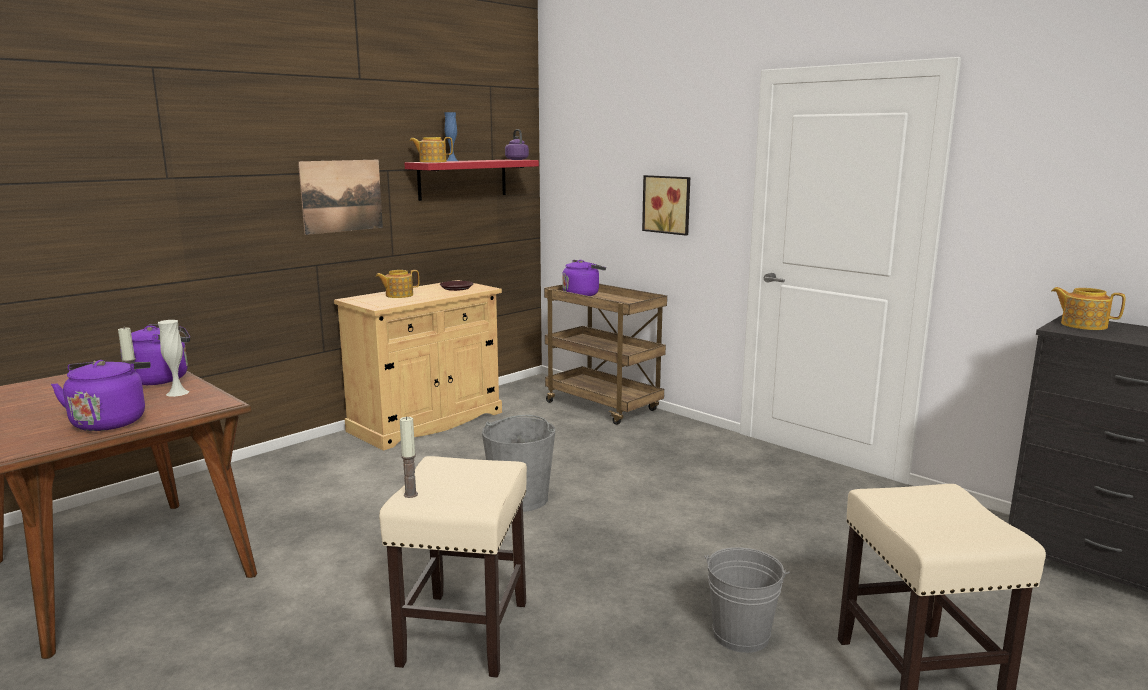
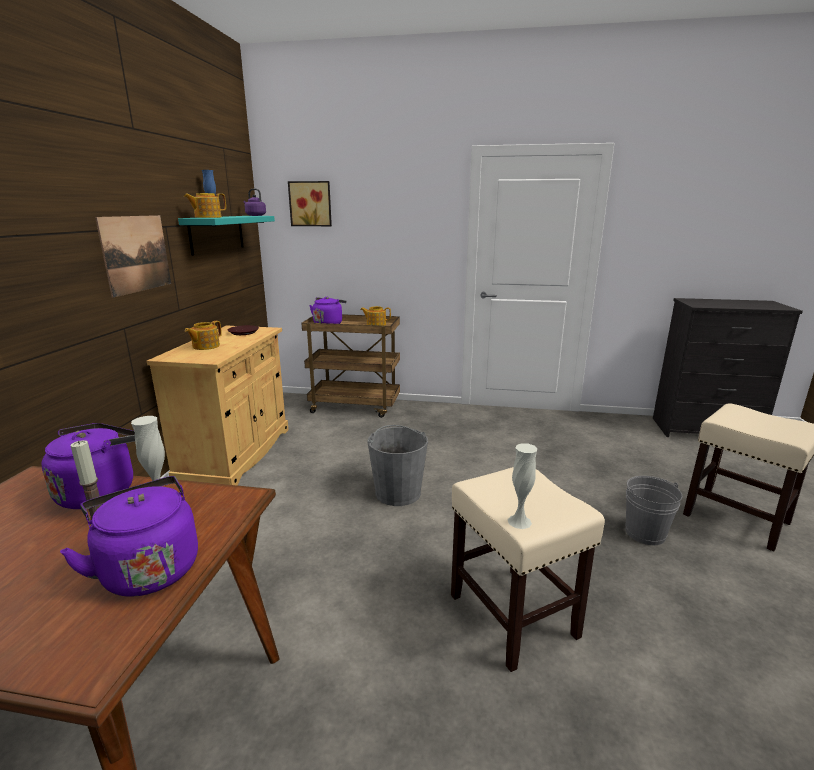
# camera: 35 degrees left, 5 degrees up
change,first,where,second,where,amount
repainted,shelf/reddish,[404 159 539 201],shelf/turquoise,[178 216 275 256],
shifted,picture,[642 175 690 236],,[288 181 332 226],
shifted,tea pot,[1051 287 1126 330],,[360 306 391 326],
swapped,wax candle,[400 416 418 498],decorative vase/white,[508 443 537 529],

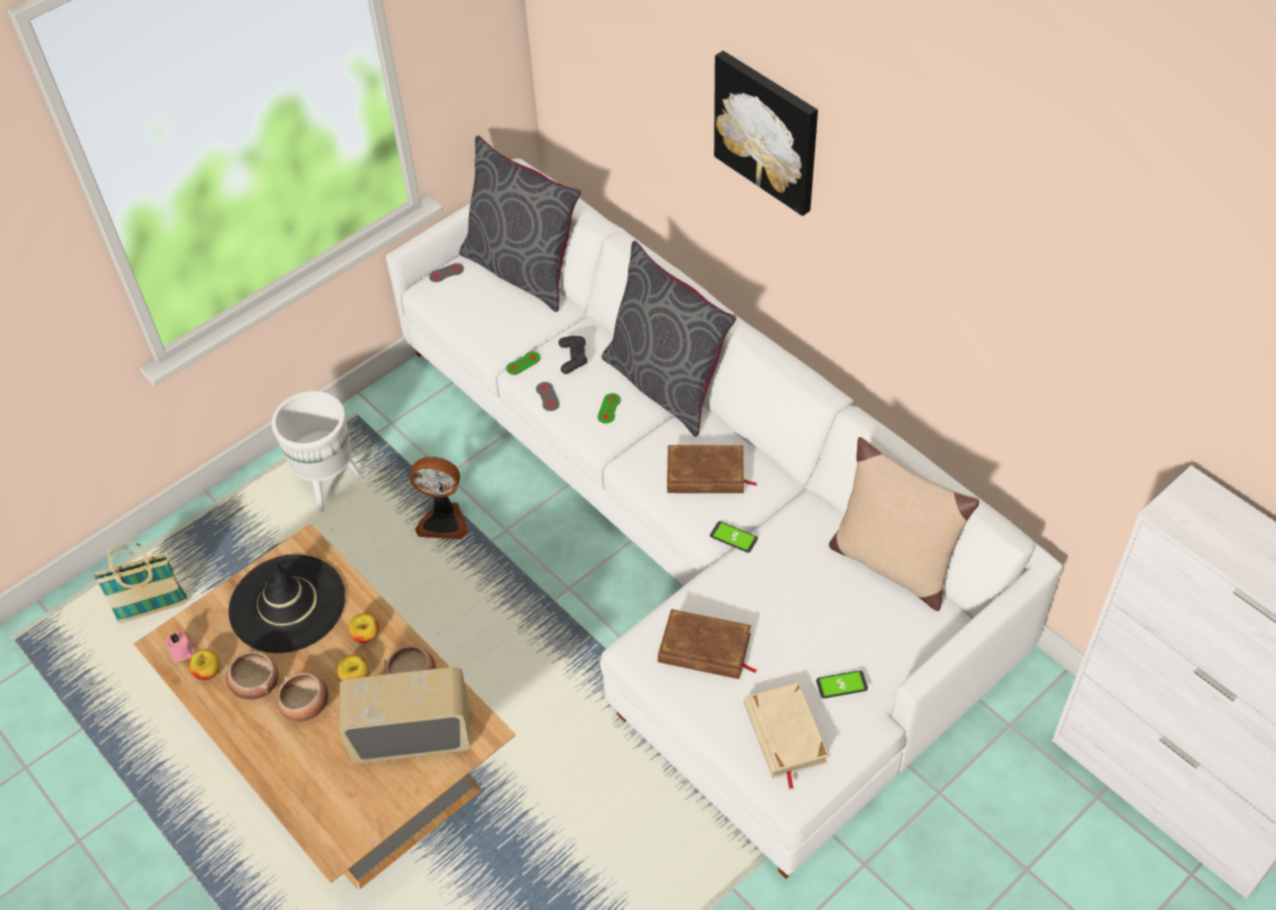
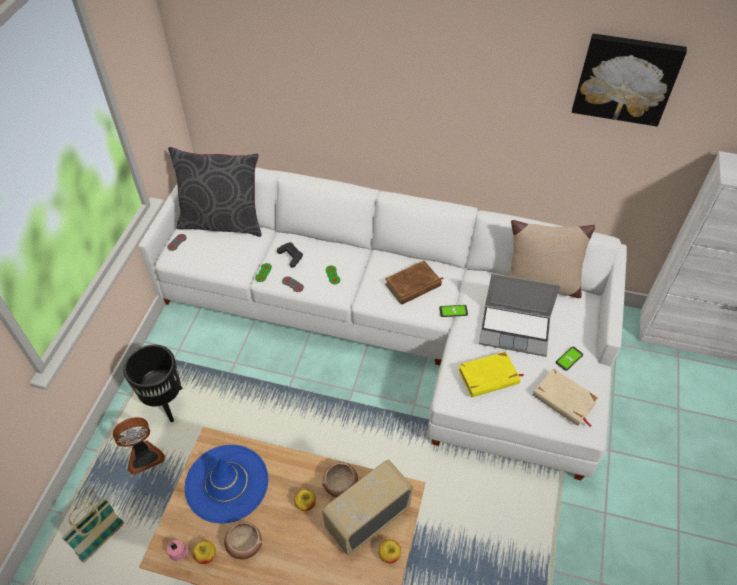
# camera: 35 degrees left, 0 degrees up
change,first,where,second,where,amount
shifted,electric fan,[410 457 468 539],,[113 417 165 475],
repainted,planter/white,[272 391 362 512],planter/black-coloured,[123 344 182 422],
repainted,wearable hat/black-coloured,[228 554 345 653],wearable hat/blue,[185 445 268 524],
shifted,apple fruit,[349 613 379 643],,[378 539 401 563],
repainted,volume/brown,[658 609 757 679],volume/yellow,[458 351 524 398],
new,,,portable computer,[479 273 561 357],
shifted,picture,[714 51 818 216],,[572 34 687 126],
gone,serving bowl,[277 672 328 722],,,
gone,cushion/grey,[602 241 736 437],,,

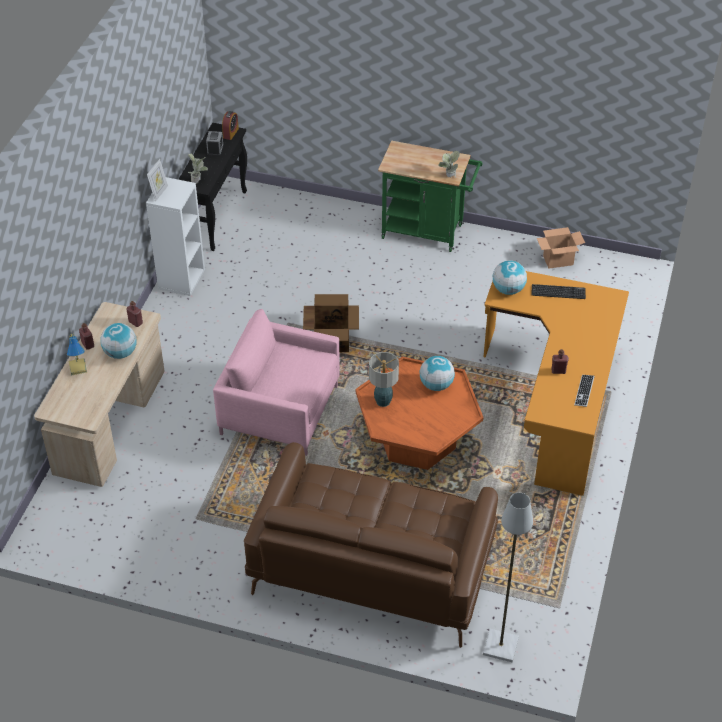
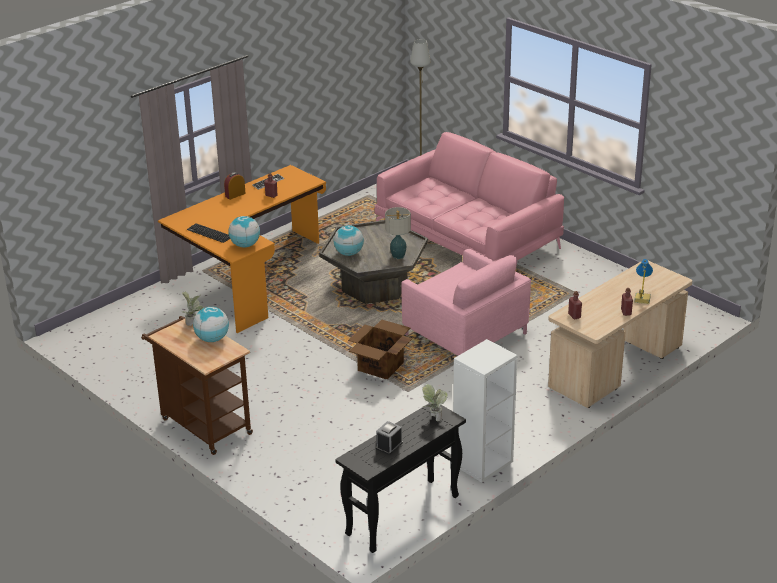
# camera: 150 degrees left, 15 degrees down
change,first,where,second,where,amount
repainted,cart/greenish,[378 141 483 252],cart/brown,[141 316 253 455],
shifted,desk globe,[100 323 137 359],,[193 307 229 342],
shifted,table clock,[222 111 239 140],,[224 172 246 200],
repainted,low table/orangey,[356 356 484 470],low table/grey,[319 220 428 304],
repainted,couch/brown,[244 442 498 648],couch/pinkish,[374 132 564 261],
gone,picture frame,[147 159 168 202],,,
gone,carton,[537 227 585 269],,,

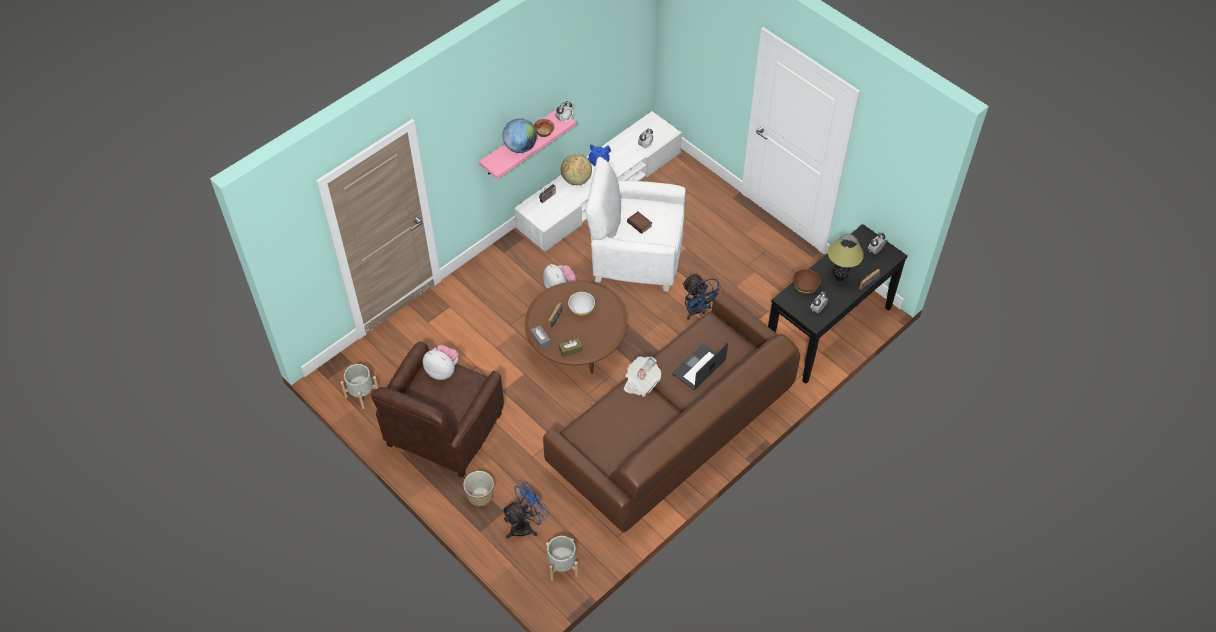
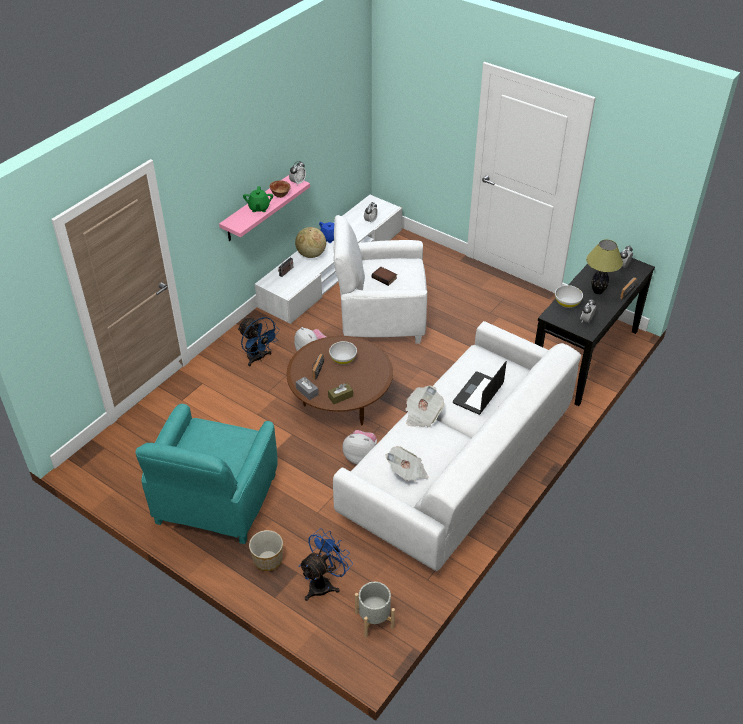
# camera: 10 degrees left, 10 degrees down
change,first,where,second,where,amount
repainted,lounge chair/brown,[371 341 504 478],lounge chair/turquoise,[135 404 277 544],
shifted,electric fan/blue,[682 274 724 320],,[238 317 280 367],
swapped,desk globe,[503 119 537 153],tea pot/greenish,[243 186 273 212],
repainted,couch/brown,[543 291 800 532],couch/white,[333 321 581 571],
shifted,cuddly toy,[423 345 459 380],,[342 430 377 464],
new,,,newspaper,[386 446 428 481],
repainted,serving bowl/brown,[793 269 821 293],serving bowl/white,[555 285 583 308],
gone,planter/grey,[340 364 379 409],,,

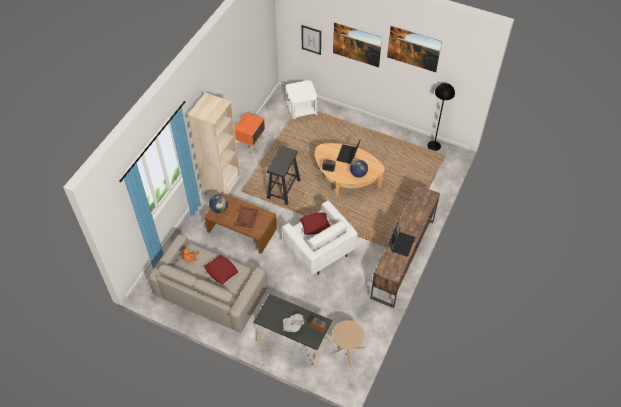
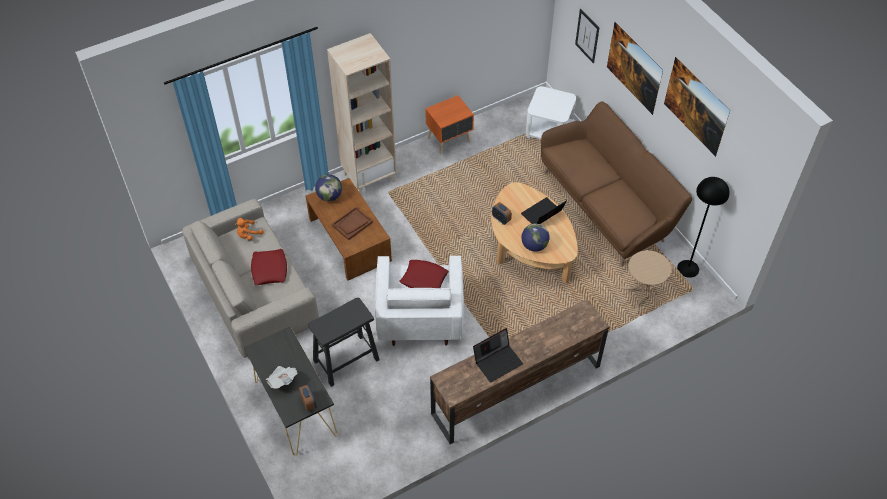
# camera: 35 degrees right, 0 degrees up
change,first,where,second,where,amount
shifted,stool seat/black-coloured,[267 146 300 205],,[308 298 380 387],
new,,,couch/brown,[541 101 692 266],
shifted,side table/beige-coloured,[329 320 365 368],,[620 250 671 313],

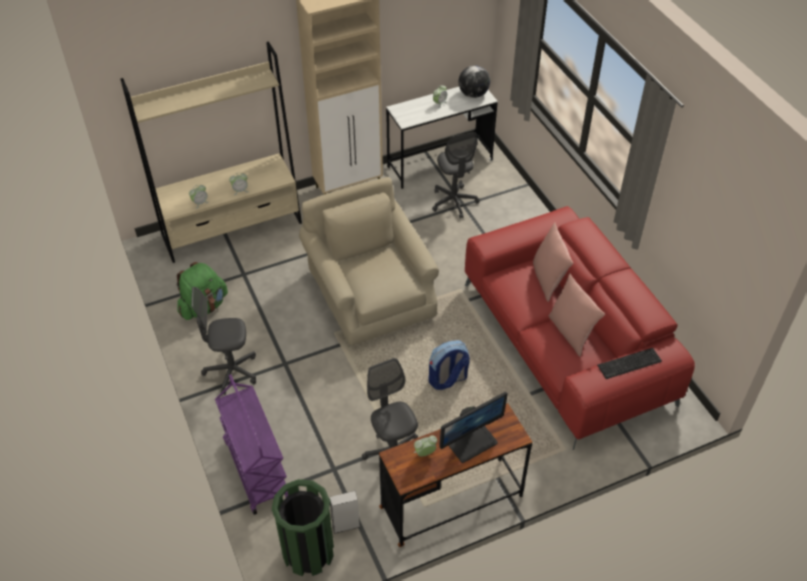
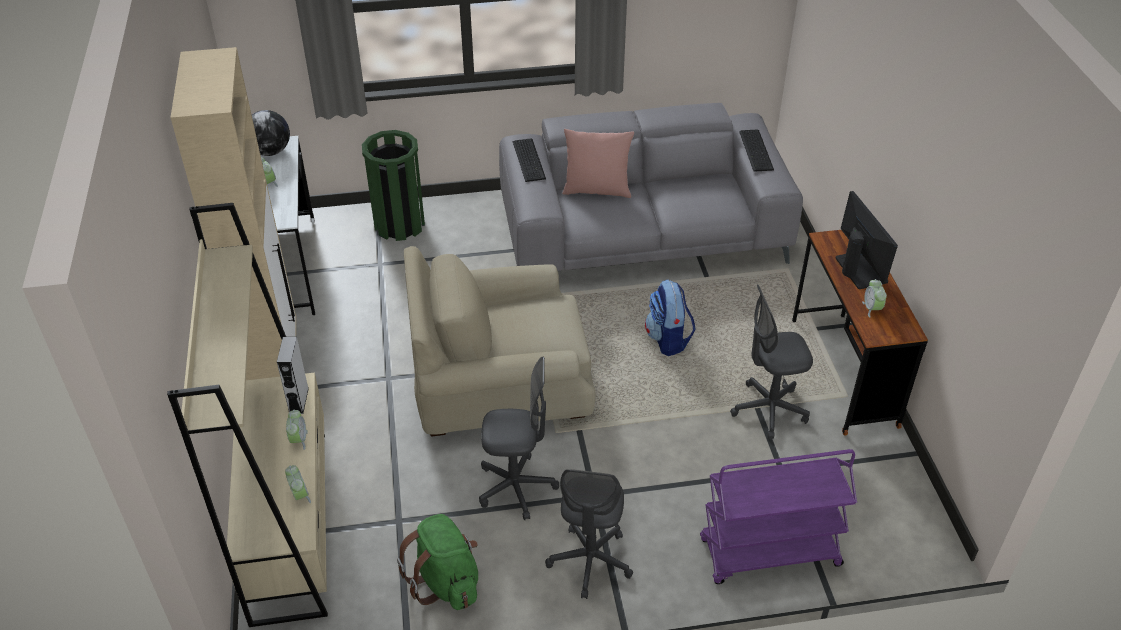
# camera: 75 degrees left, 5 degrees down
change,first,where,second,where,amount
shifted,loudspeaker/grey,[330 491 360 534],,[277 337 309 414],
shifted,trash can/greenish,[272 479 334 576],,[362 130 425 241],
shifted,office chair/grey,[432 132 480 219],,[479 357 559 520],
repainted,couch/reddish,[465 206 695 450],couch/grey,[499 103 803 271],
new,,,PC keyboard,[513 138 546 182],
gone,cushion/pinkish,[549 274 605 357],,,

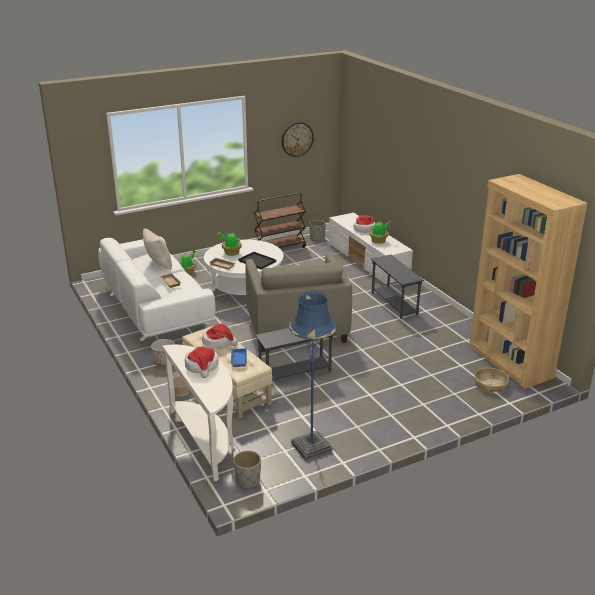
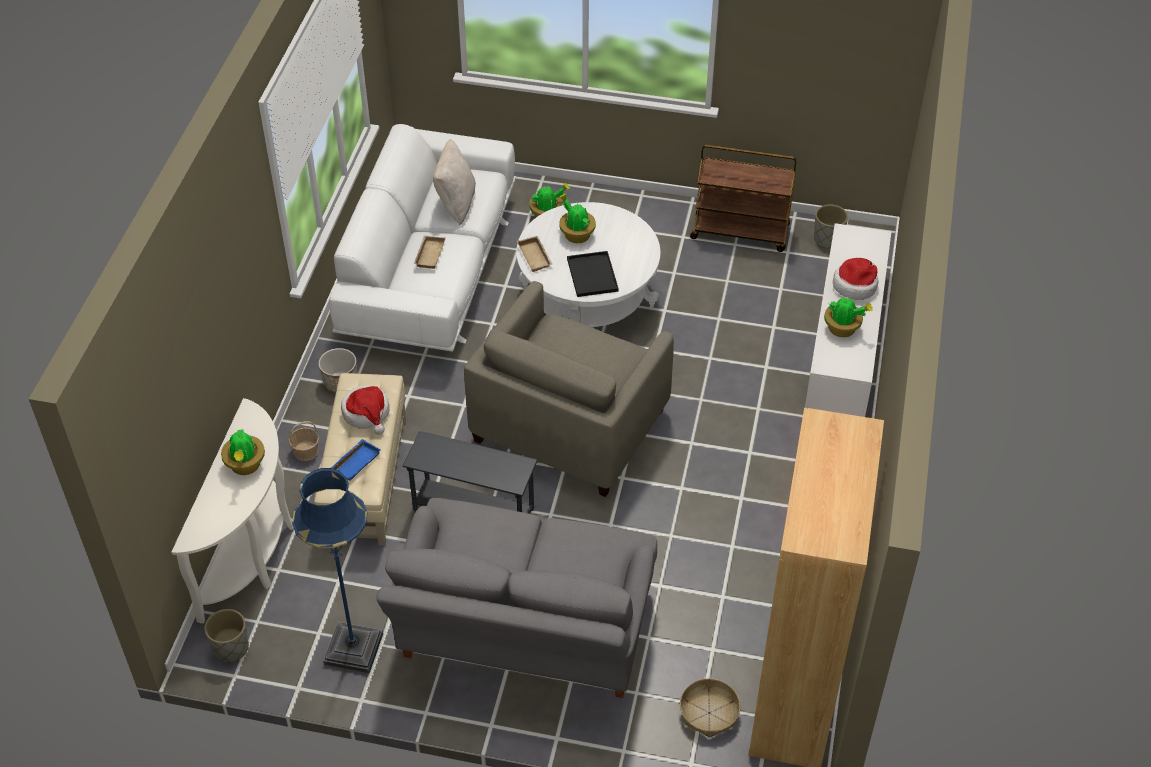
# camera: 40 degrees right, 20 degrees up
change,first,where,second,where,amount
swapped,wearable hat,[185 347 219 378],plant in a pot,[221 430 265 475],
new,,,couch/grey,[376 498 657 698],
gone,clock on the wall,[282 122 314 157],,,
gone,side table/grey,[371 255 424 319],,,

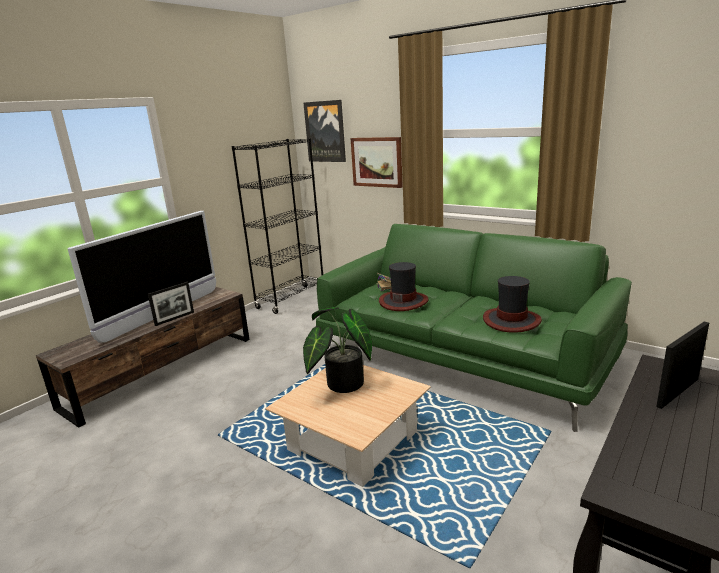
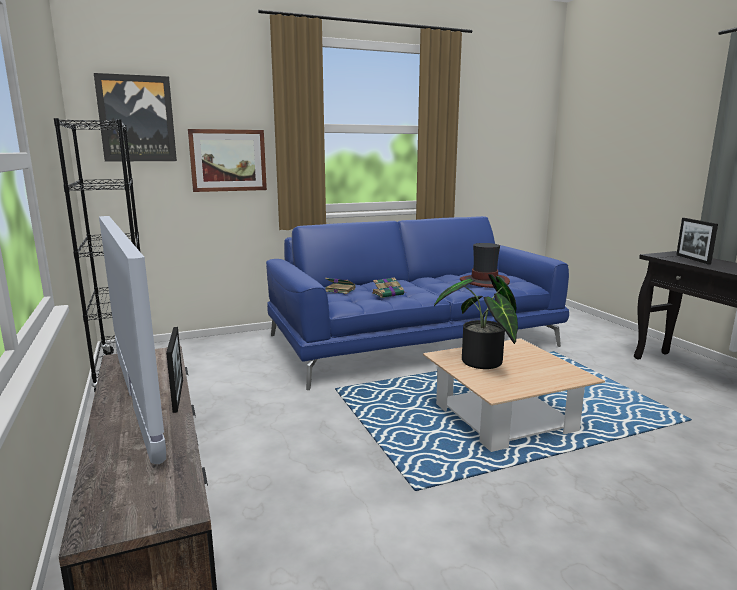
# camera: 60 degrees left, 5 degrees down
change,first,where,second,where,amount
repainted,couch/greenish,[316 224 632 432],couch/blue,[266 216 569 390],
swapped,wearable hat,[379 262 429 311],volume,[372 277 404 298],

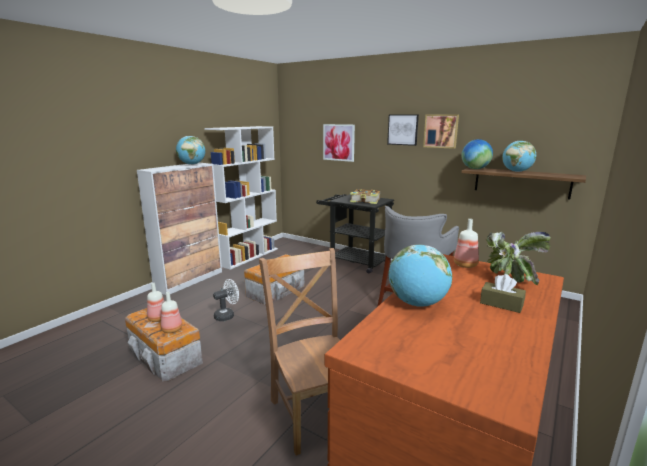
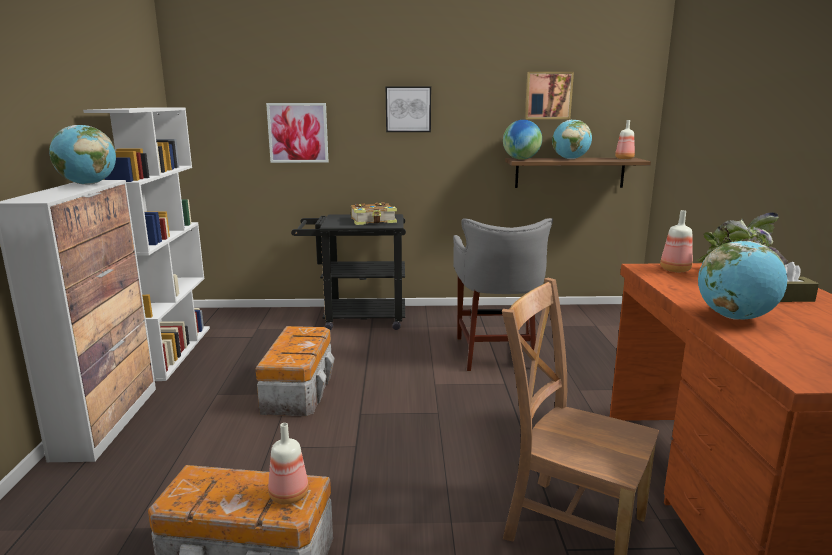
# camera: 35 degrees left, 0 degrees up
change,first,where,second,where,amount
shifted,picture,[423 115 459 149],,[525 72 574 119],
shifted,beverage bottle,[147 283 164 322],,[615 120 635 159],
gone,electric fan/white,[213 279 239 321],,,

